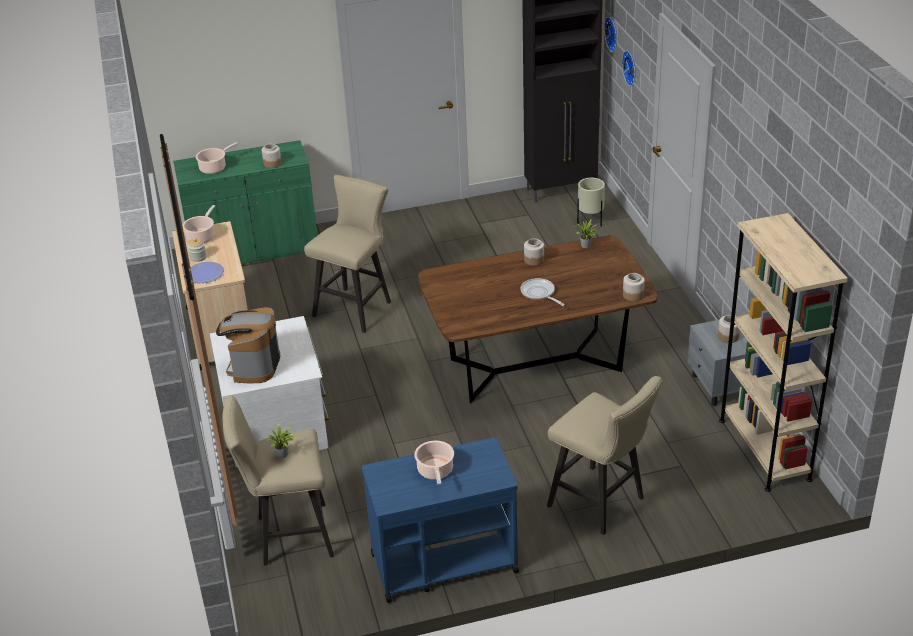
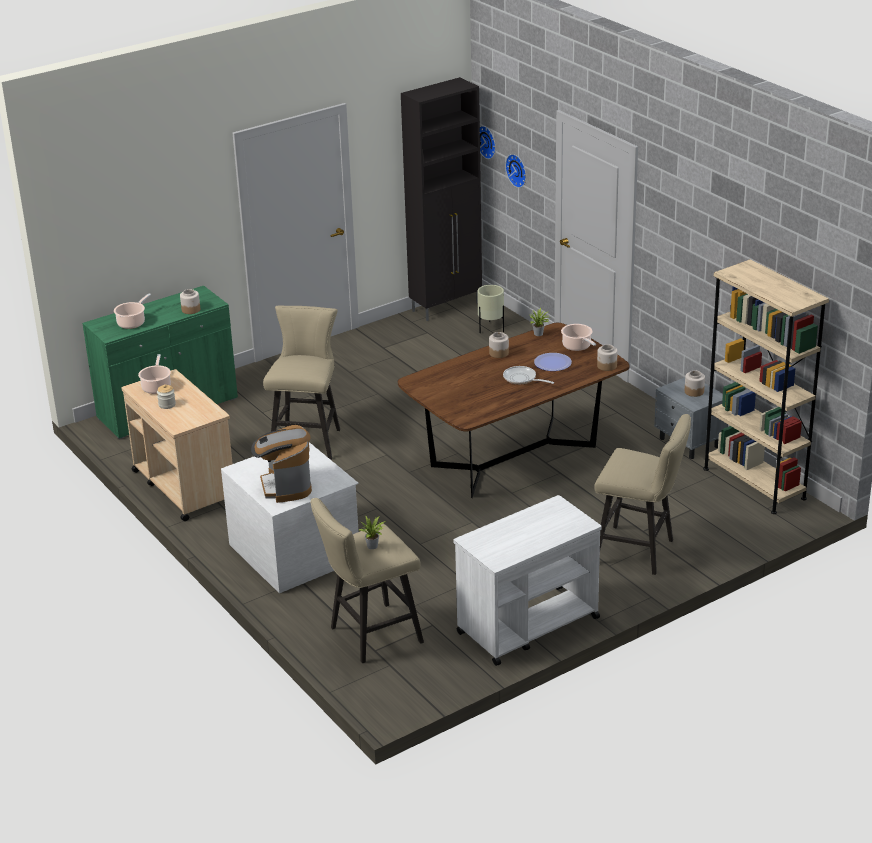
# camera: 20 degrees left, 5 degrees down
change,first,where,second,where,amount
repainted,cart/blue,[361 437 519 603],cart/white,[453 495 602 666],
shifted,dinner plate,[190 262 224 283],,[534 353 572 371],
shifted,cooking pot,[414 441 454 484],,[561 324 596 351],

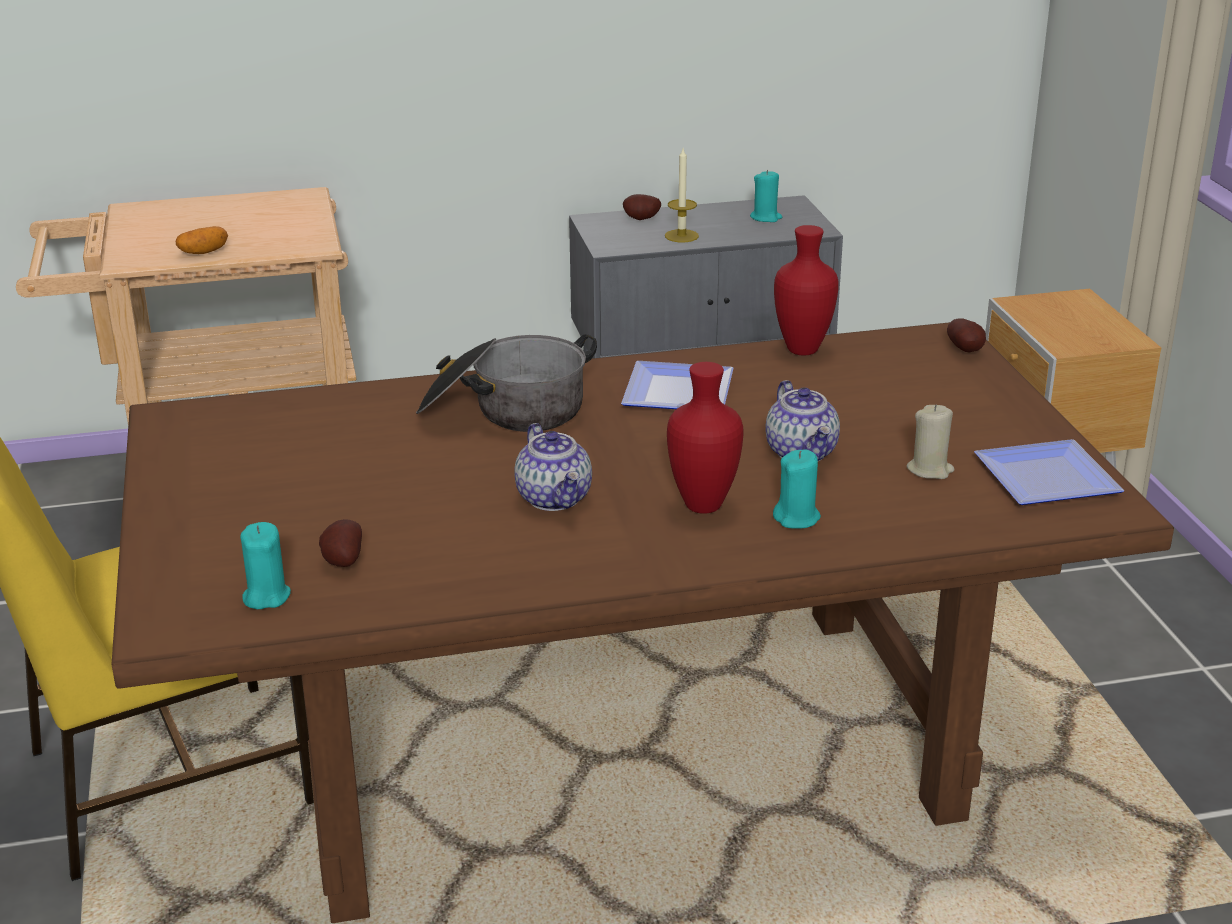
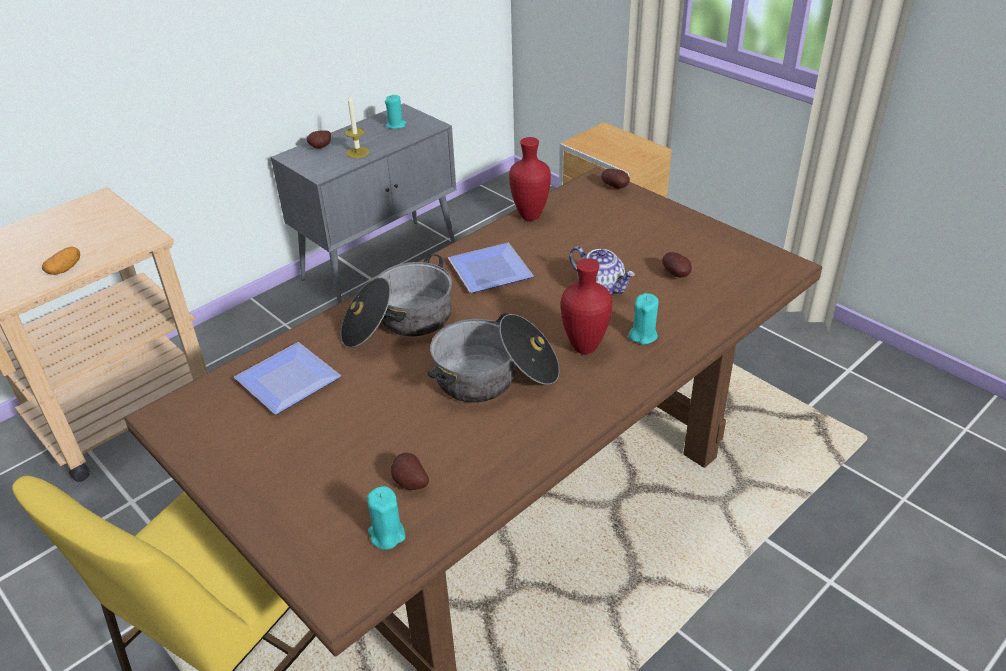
# camera: 30 degrees left, 10 degrees up
change,first,where,second,where,amount
shifted,dinner plate,[974 439 1125 505],,[234 342 341 414],
swapped,tea pot,[514 423 592 511],cooking pot,[428 313 559 403],
swapped,wax candle/beige-coloured,[907 405 954 479],whole potato,[662 252 692 277],

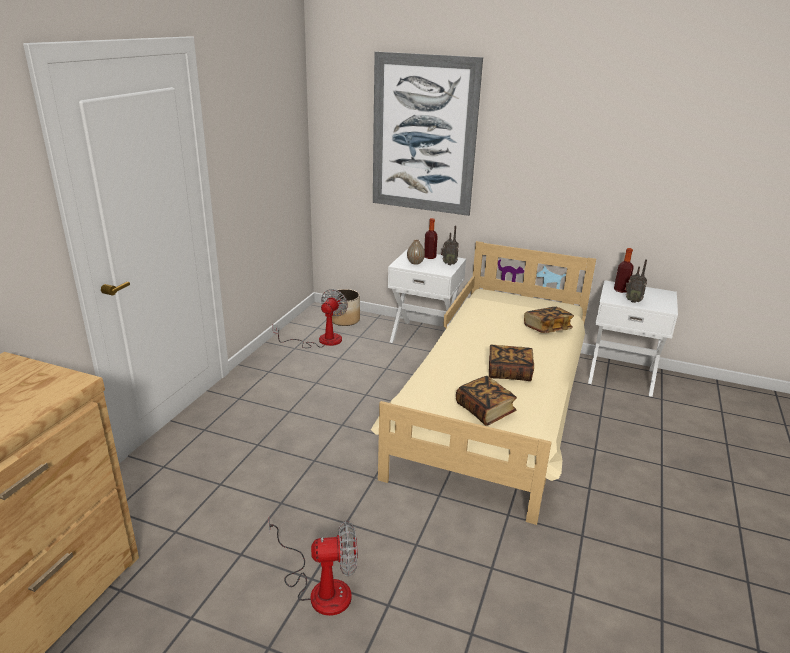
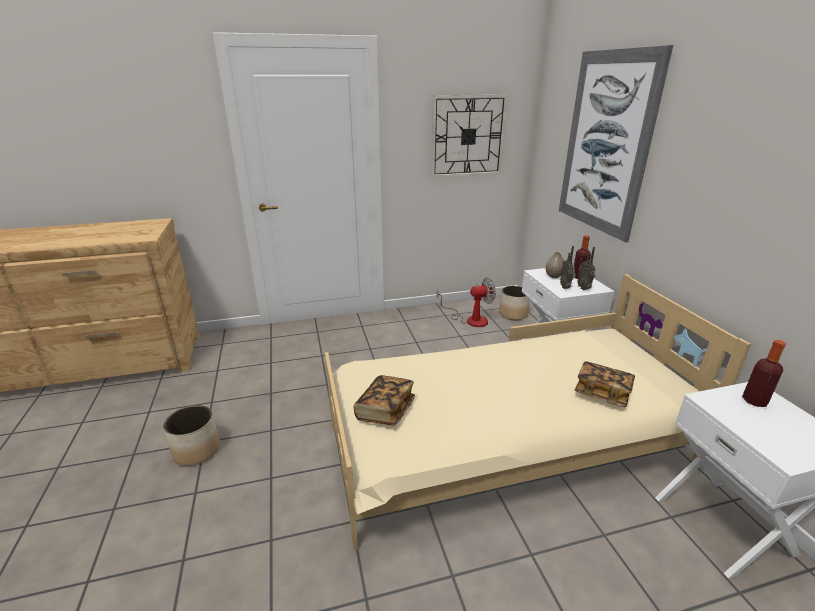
# camera: 55 degrees right, 0 degrees up
change,first,where,second,where,amount
swapped,electric fan,[269 517 358 616],planter,[163 405 220 466],
new,,,clock on the wall,[431 95 508 178],
shifted,radio receiver,[625 259 647 303],,[560 246 576 289],
gone,volume,[489 345 534 381],,,

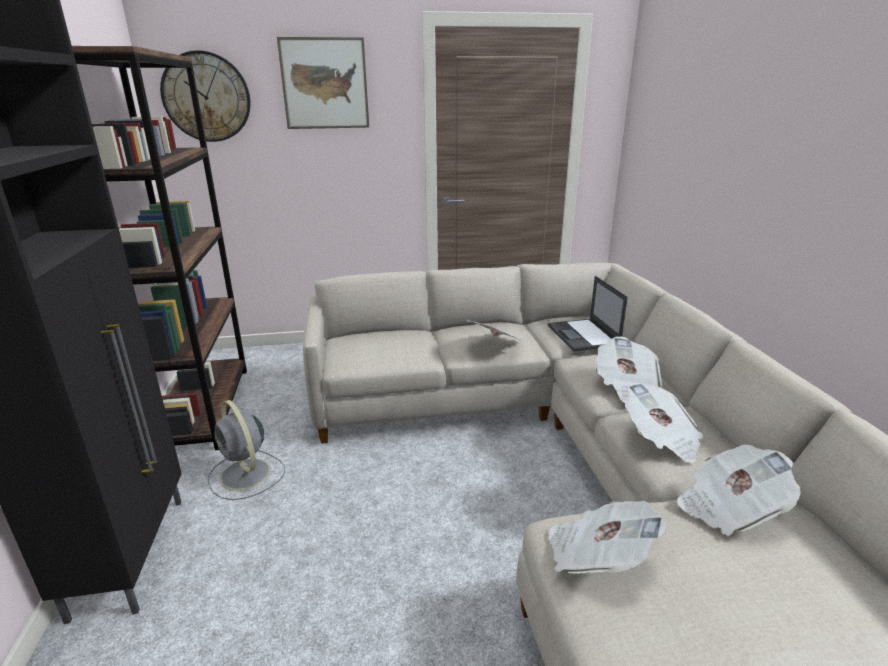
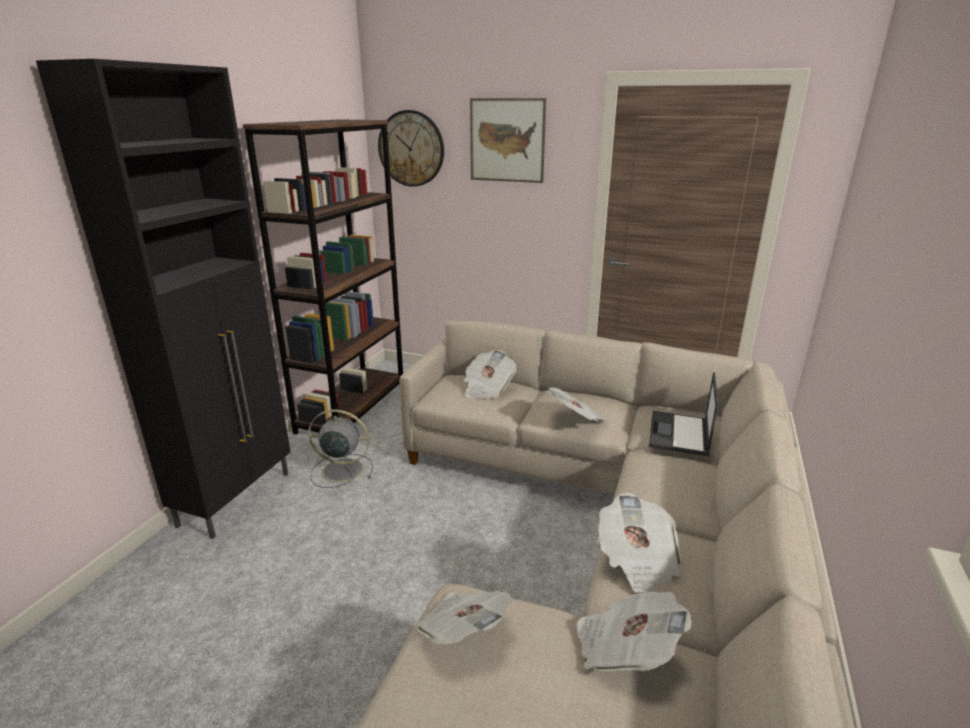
# camera: 30 degrees right, 0 degrees up
change,first,where,second,where,amount
rotated,electric fan/grey,[208 400 285 500],,[308 409 373 488],105 degrees clockwise
shifted,newspaper,[595 337 662 403],,[464 350 517 399],

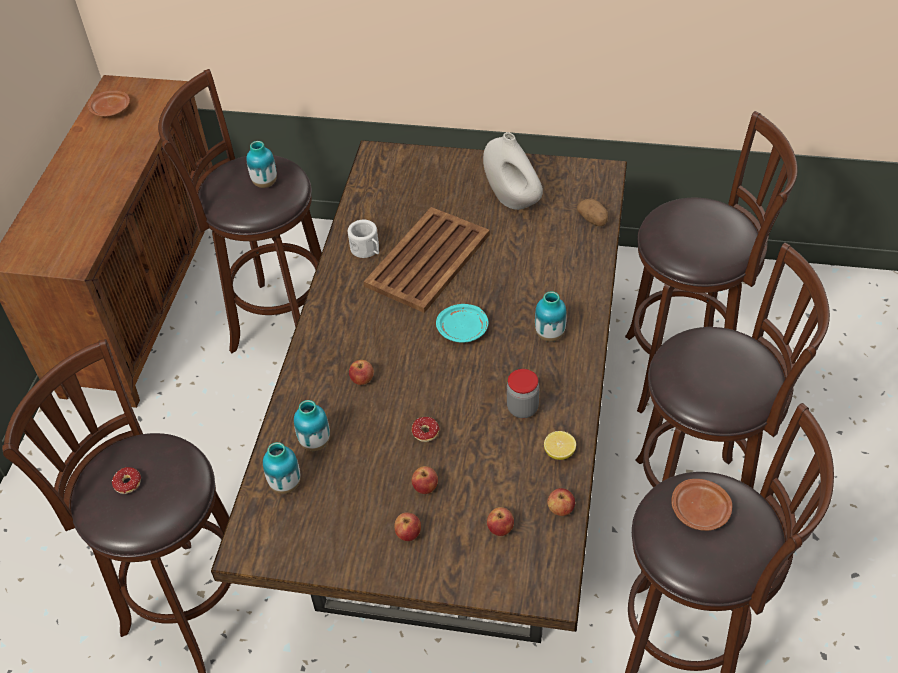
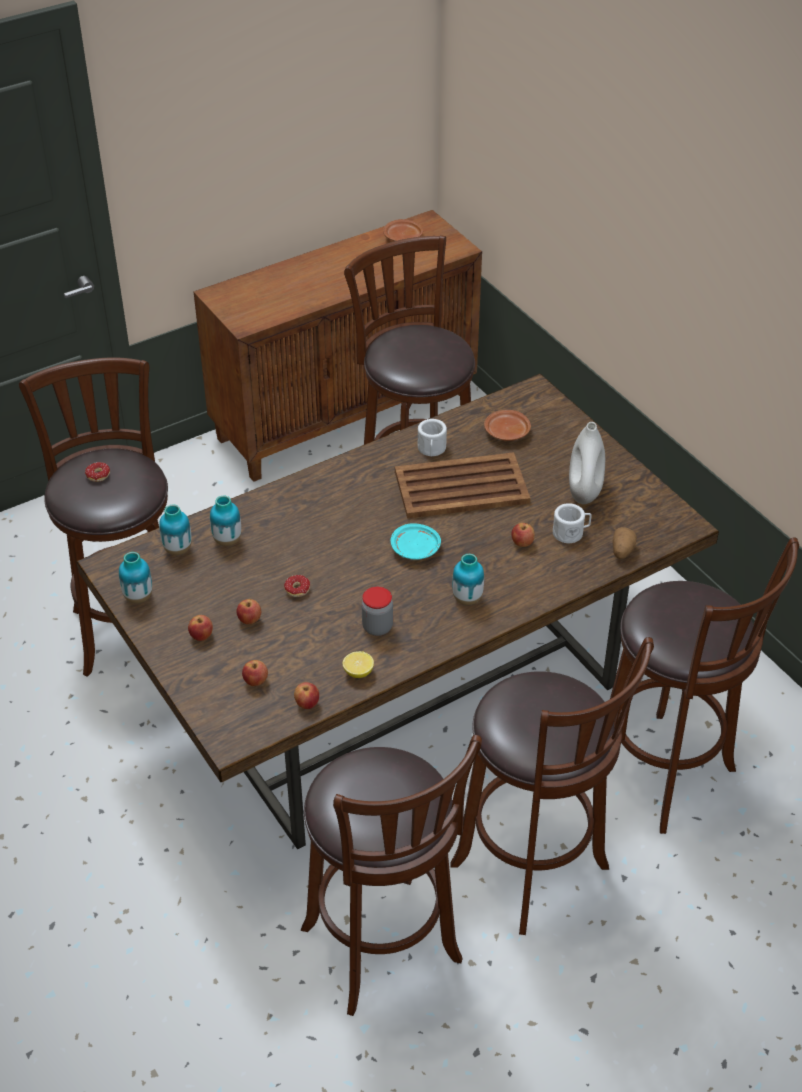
# camera: 45 degrees right, 5 degrees down
change,first,where,second,where,amount
shifted,decorative vase,[246 141 277 188],,[119 552 152 603],
shifted,dinner plate/brown,[671 479 732 531],,[484 410 531 441],
shifted,apple fruit,[349 360 374 385],,[511 523 535 547],
new,,,mug/white,[553 503 592 543],

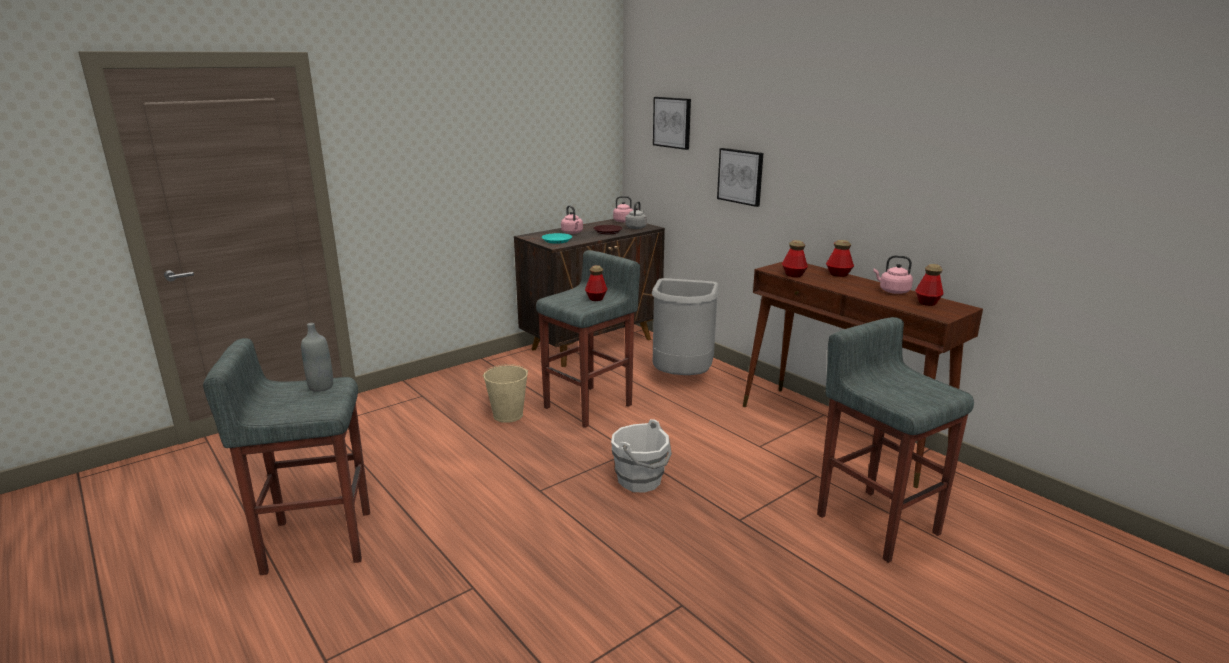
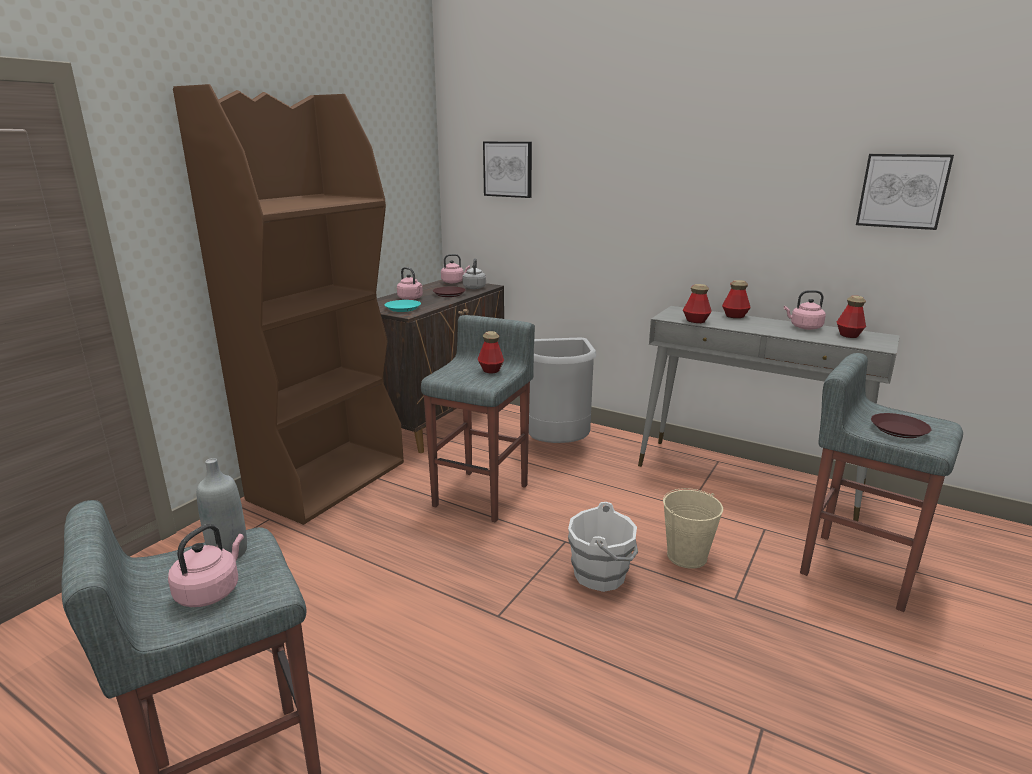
# camera: 20 degrees left, 0 degrees up
change,first,where,second,where,amount
new,,,tea kettle/pinkish,[168 524 244 607],
new,,,bookshelf/brown,[173 84 404 525],
repainted,narrow table/brown,[743 262 983 488],narrow table/grey,[638 306 900 521],
shifted,water bucket/beige-coloured,[483 364 528 423],,[663 488 723 569],
shifted,picture,[717 148 763 207],,[856 154 954 230],
new,,,dinner plate/brown,[871 413 931 438],

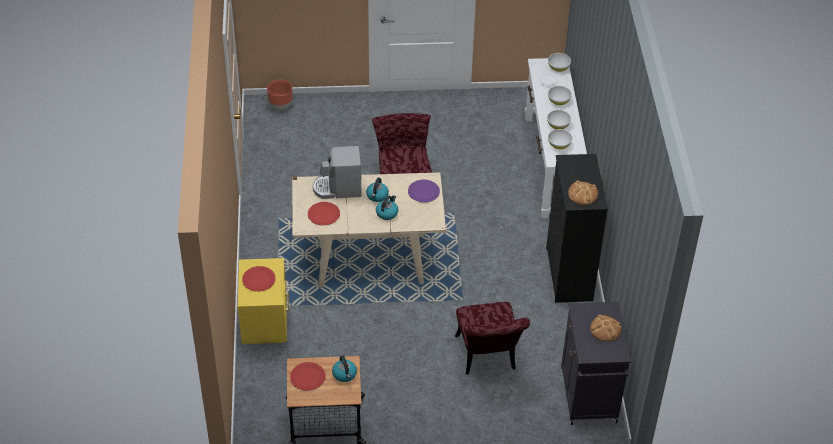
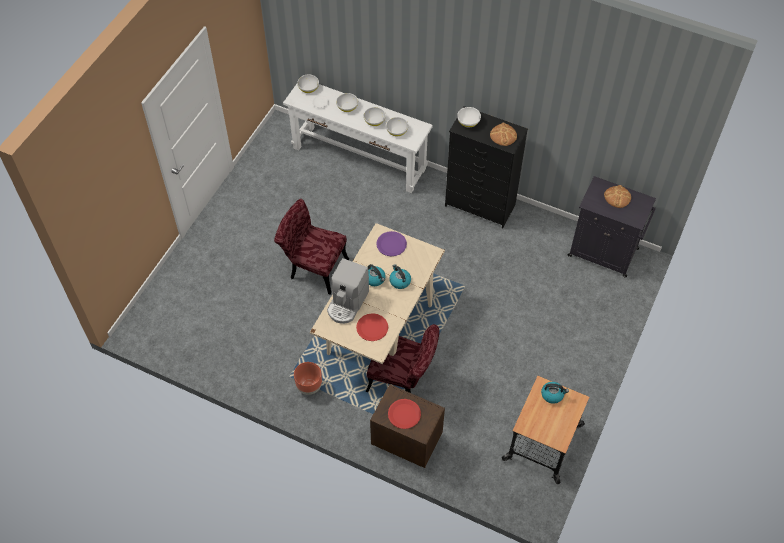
# camera: 60 degrees left, 10 degrees up
change,first,where,second,where,amount
shifted,planter/brown,[267 80 293 111],,[294 362 322 395],
shifted,upright chair/reddish,[455 302 530 375],,[366 324 439 393],
repainted,night table/yellow,[238 258 289 344],night table/brown,[370 384 445 468],
new,,,serving bowl/white,[457 107 481 127],
gone,dinner plate/reddish,[290 362 326 391],,,

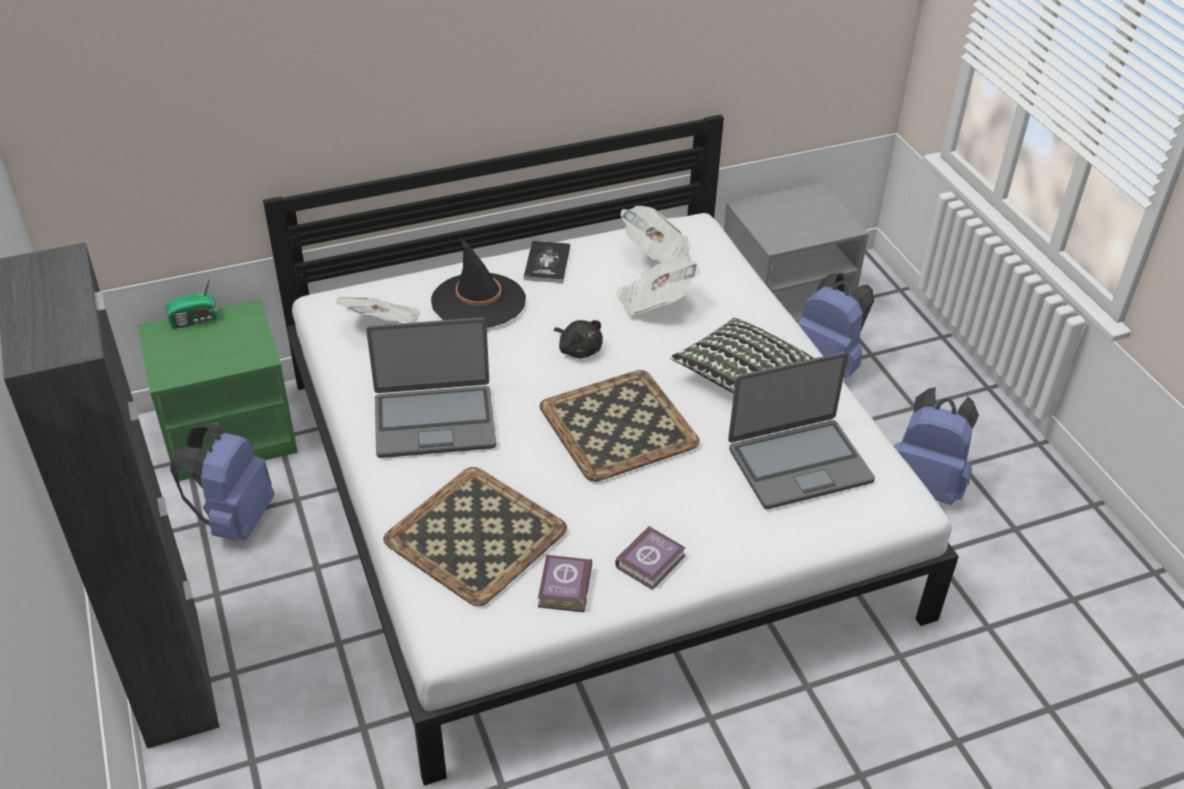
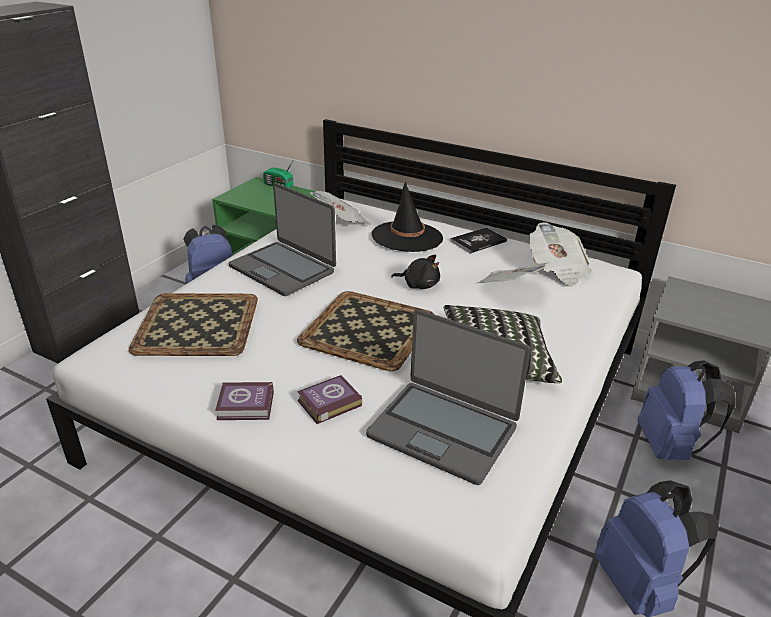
# camera: 50 degrees right, 10 degrees down
change,first,where,second,where,amount
shifted,volume,[538 555 592 612],,[297 375 362 424],
rotated,cuddly toy/black-coloured,[554 320 603 358],,[391 255 440 289],75 degrees counterclockwise

